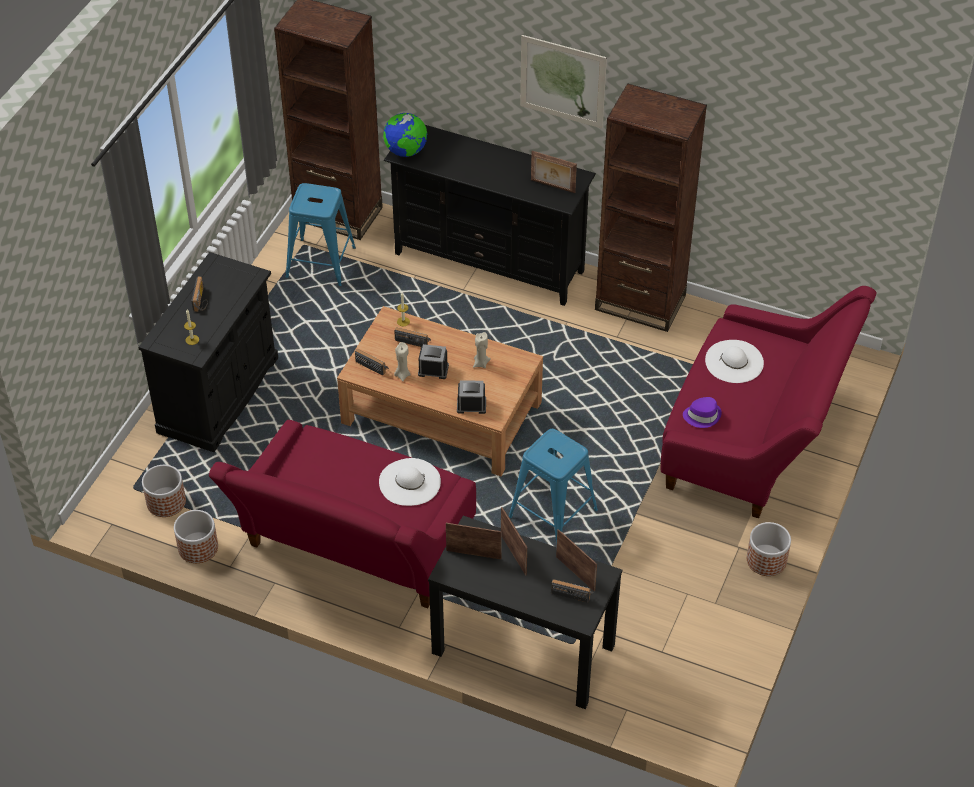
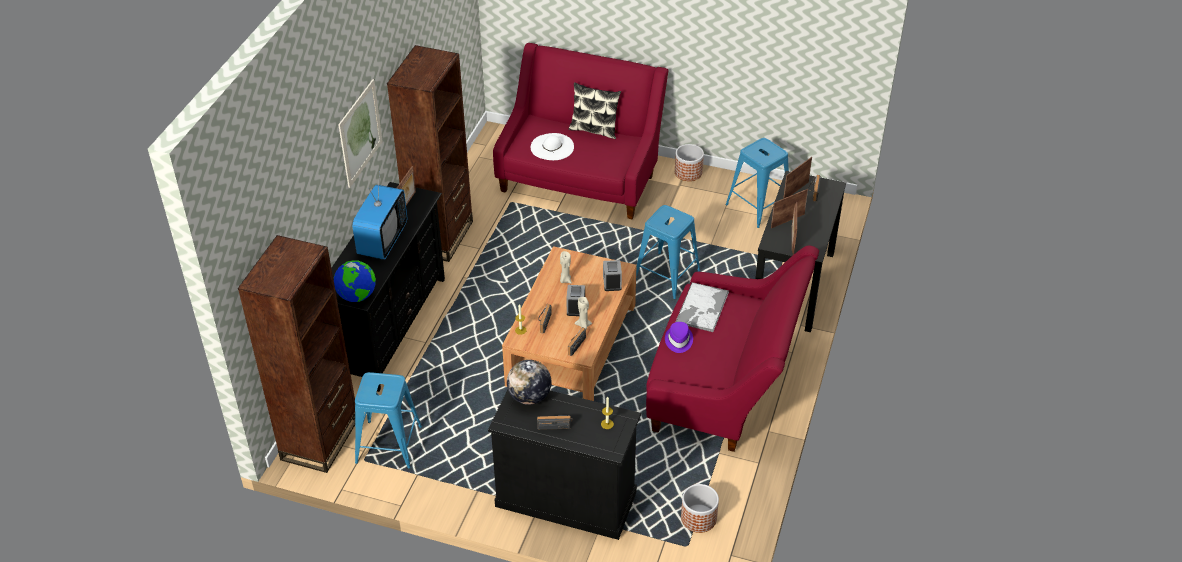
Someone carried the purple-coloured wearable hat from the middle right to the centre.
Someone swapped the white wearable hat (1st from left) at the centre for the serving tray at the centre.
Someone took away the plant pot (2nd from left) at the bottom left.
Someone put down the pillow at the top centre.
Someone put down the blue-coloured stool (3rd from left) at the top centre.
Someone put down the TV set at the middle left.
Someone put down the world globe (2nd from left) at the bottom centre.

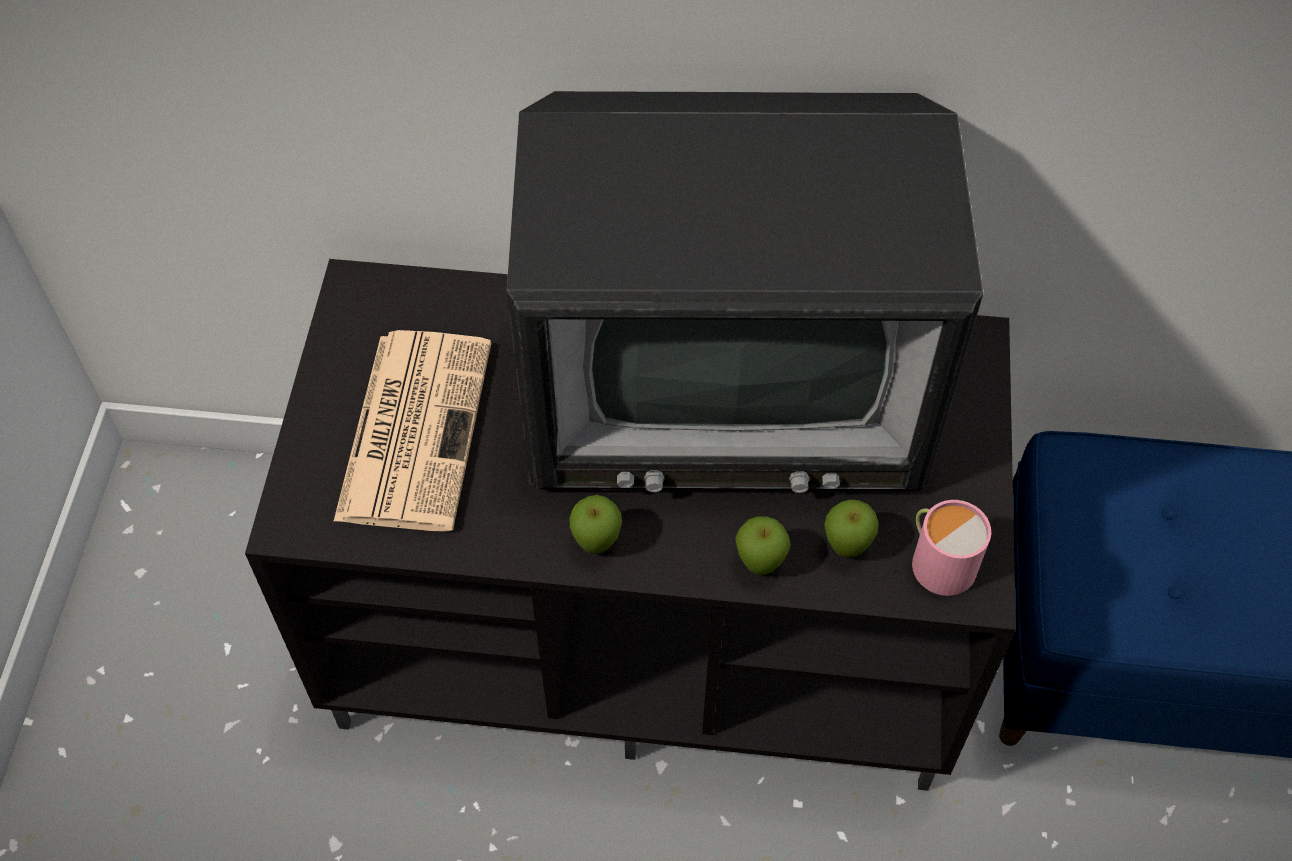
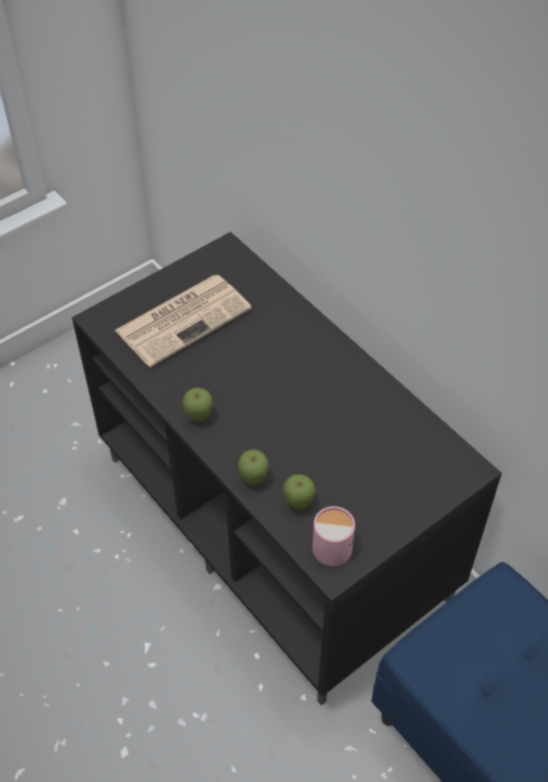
Someone took away the TV set at the centre.

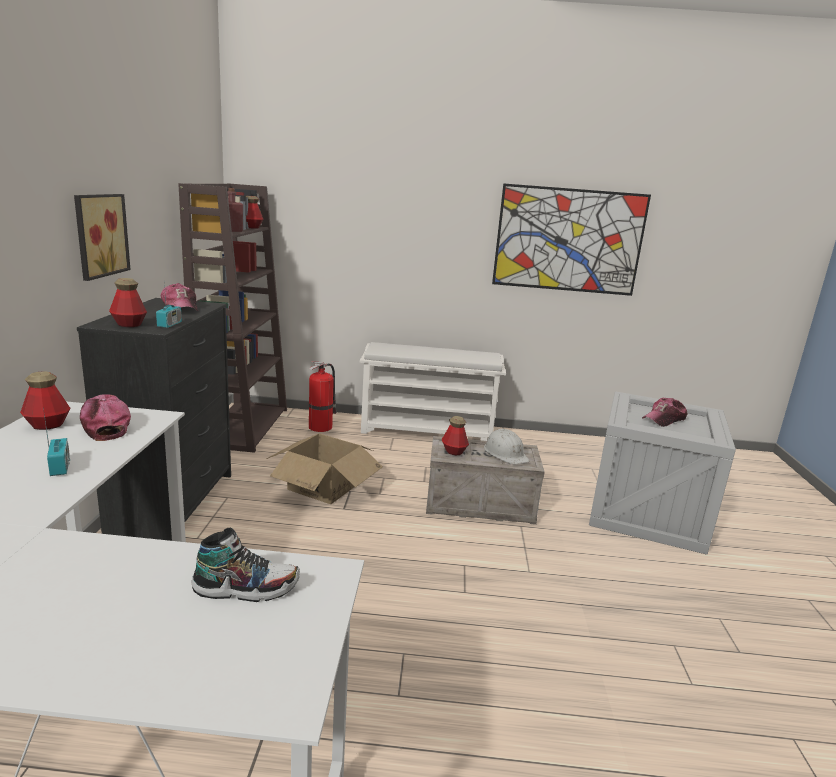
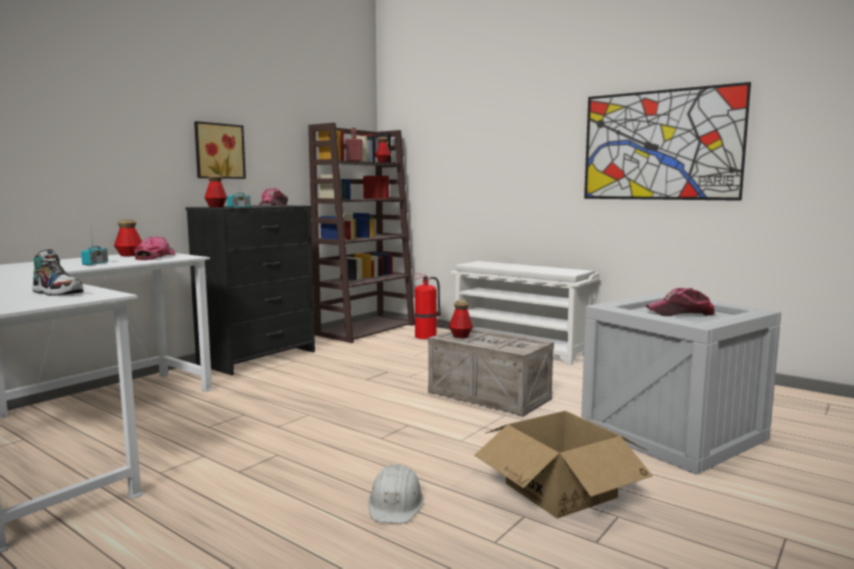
Someone carried the white hard hat from the centre to the bottom centre.
Someone carried the cardboard box from the centre to the bottom centre.

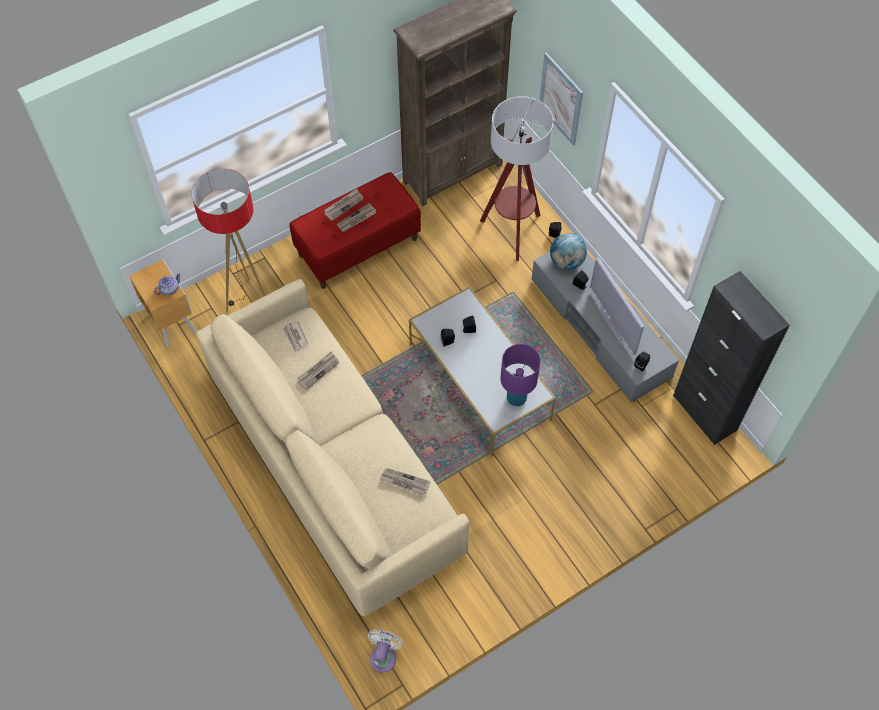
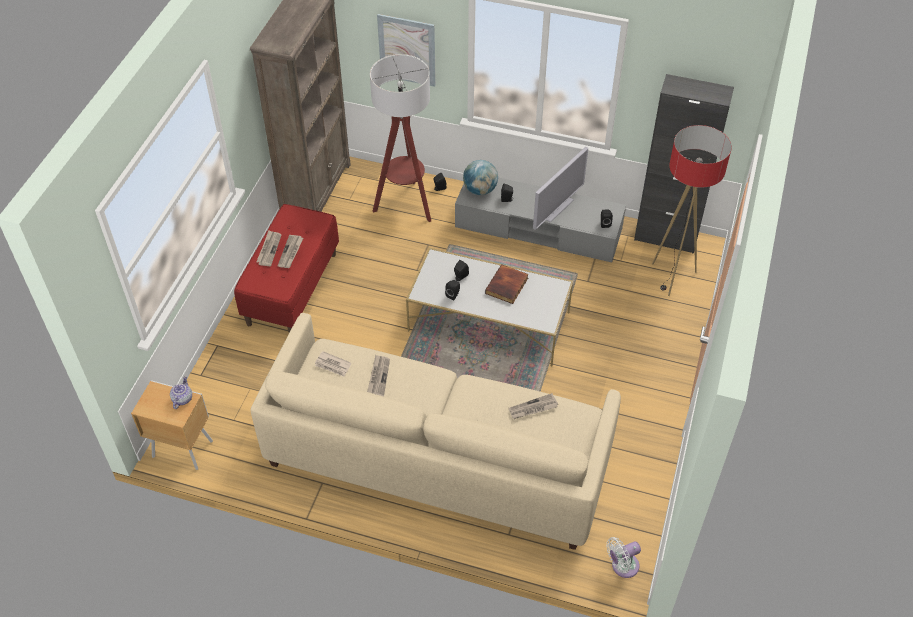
Someone carried the standard lamp (1st from left in the first image) from the middle left to the middle right.
Someone rotated the TV set at the middle right by 75 degrees counterclockwise.
Someone took away the purple-coloured lamp for a table at the centre.
Someone rotated the white cooling fan at the bottom centre by 90 degrees counterclockwise.
Someone put down the volume at the centre.

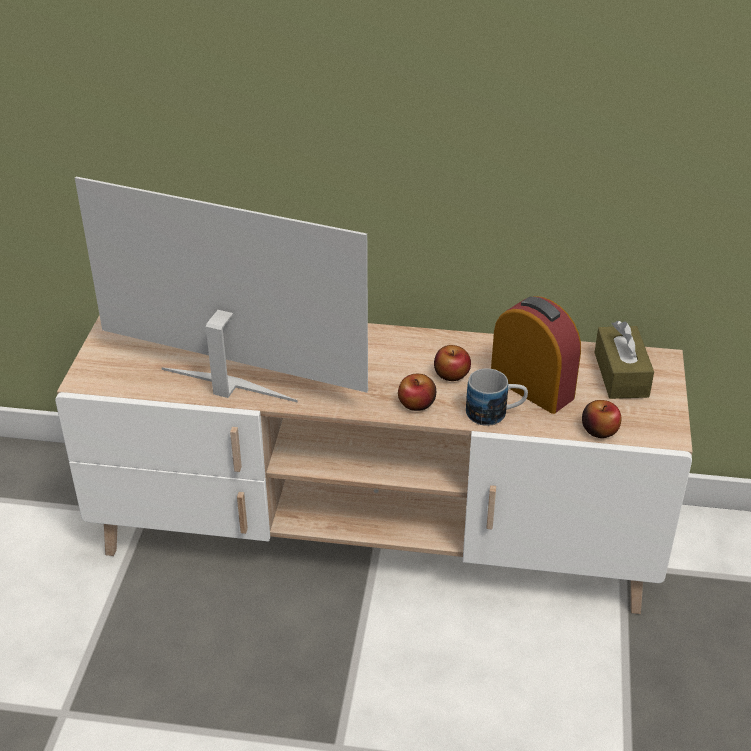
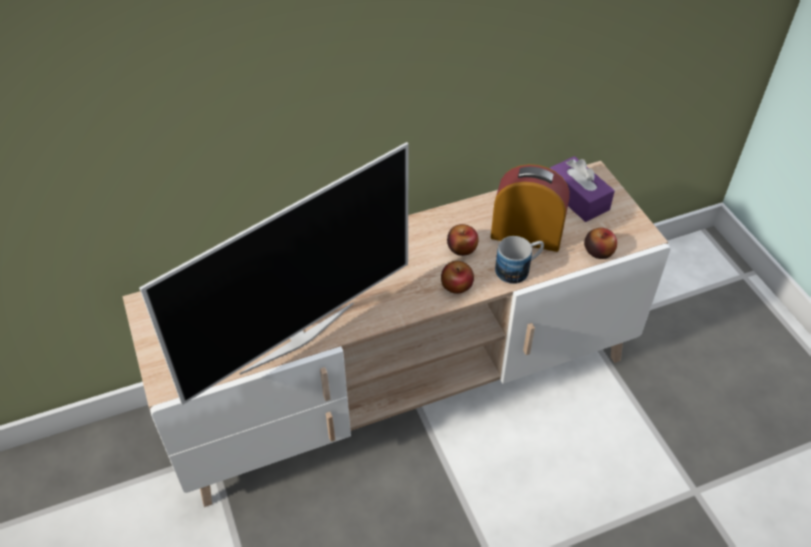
Someone rotated the TV set at the middle left by 150 degrees clockwise.
Someone repainted the brown box of tissues at the middle right, which became the purple-coloured box of tissues at the middle right.

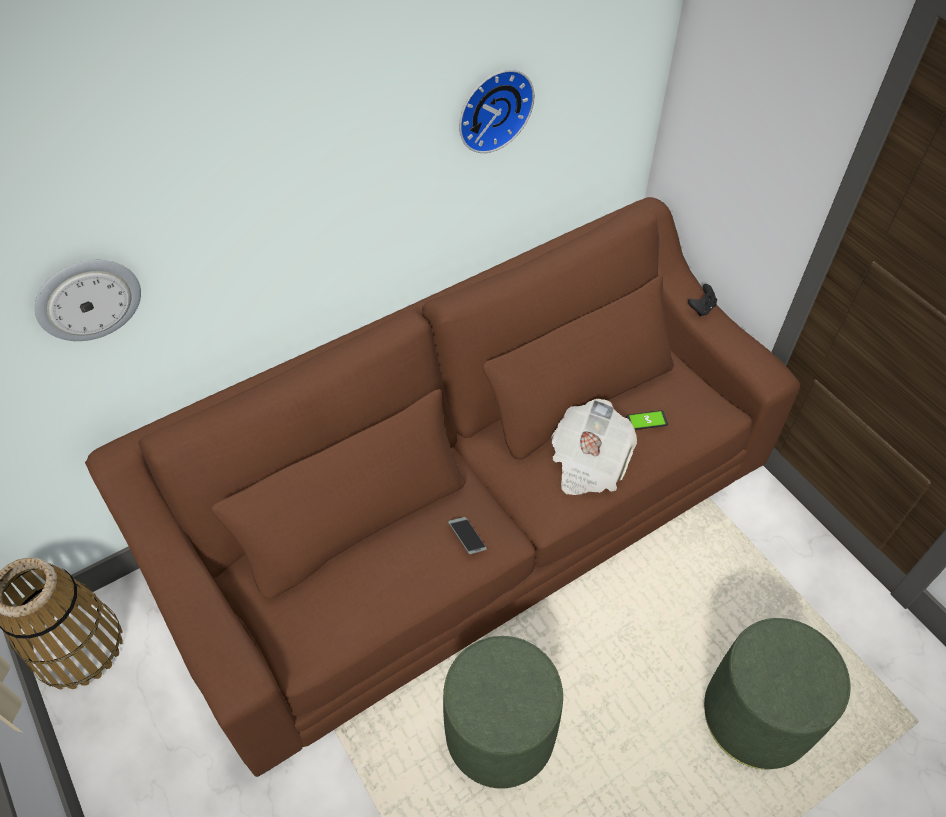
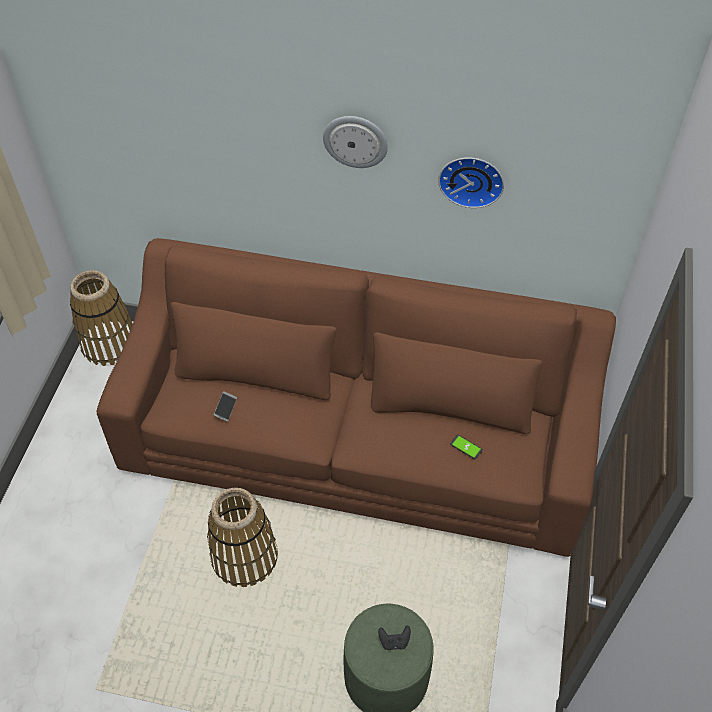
Someone carried the hanging clock (1st from left) from the middle left to the top centre.
Someone carried the black-coloured joypad from the middle right to the bottom centre.
Someone took away the daily paper at the centre.
Someone carried the handset (1st from left) from the centre to the middle left.
Someone swapped the green ottoman (1st from left) at the bottom centre for the storage basket (2nd from left) at the bottom centre.

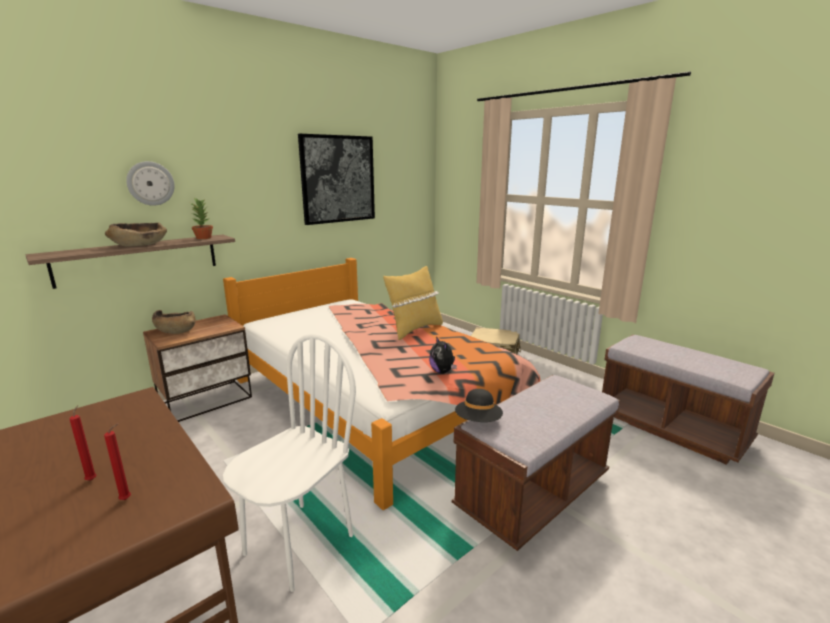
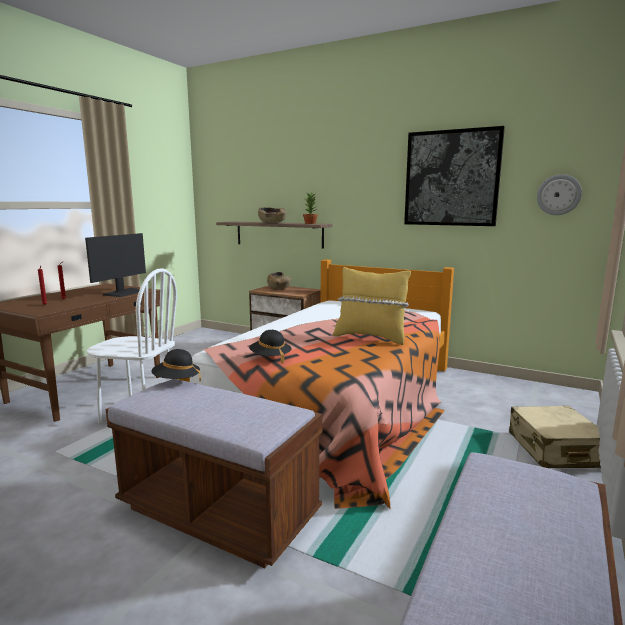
Someone carried the hanging clock from the top left to the top right.
Someone swapped the soft toy at the centre for the black-coloured wearable hat (2nd from left) at the centre.
Someone put down the computer screen at the middle left.

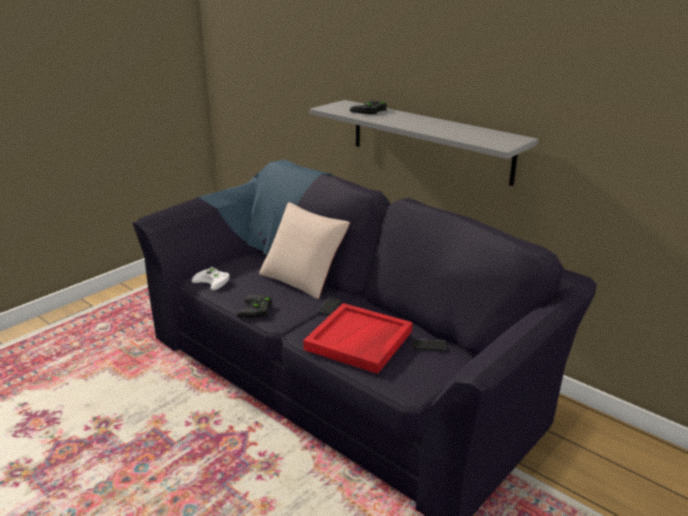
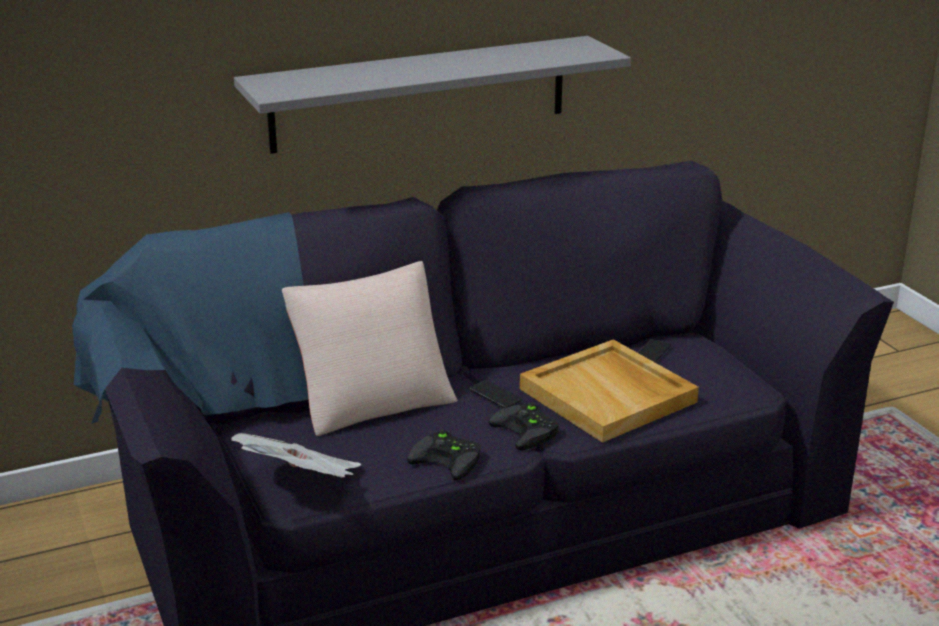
Someone carried the black-coloured joypad (2nd from left) from the top centre to the bottom centre.
Someone swapped the white joypad at the middle left for the daily paper at the bottom left.
Someone repainted the red-coloured serving tray at the centre, which became the beige-coloured serving tray at the centre.

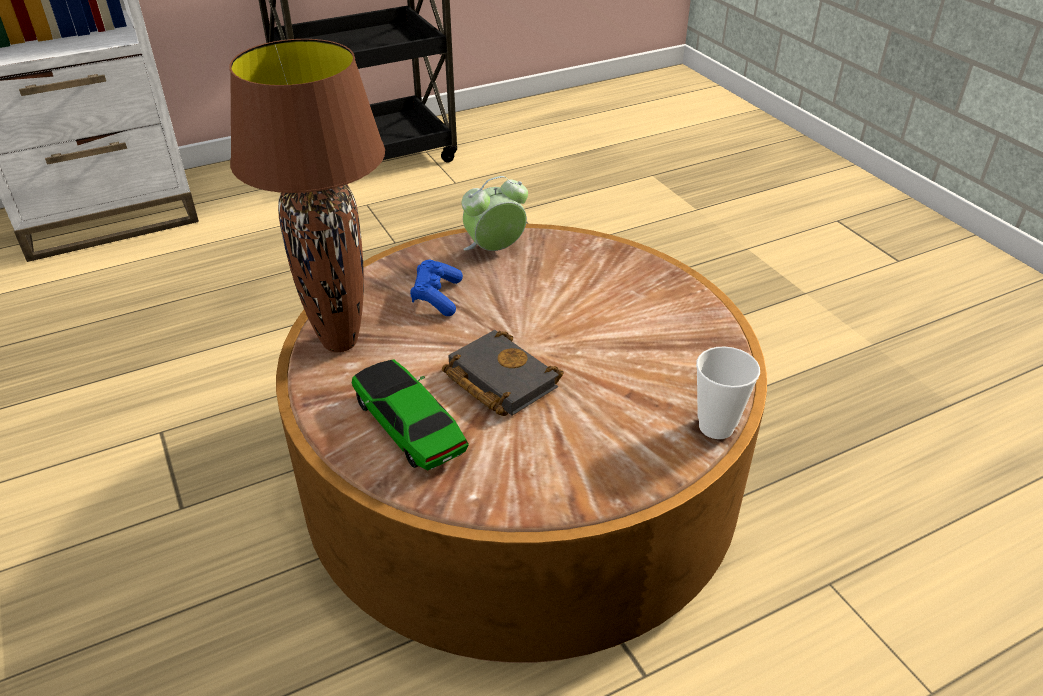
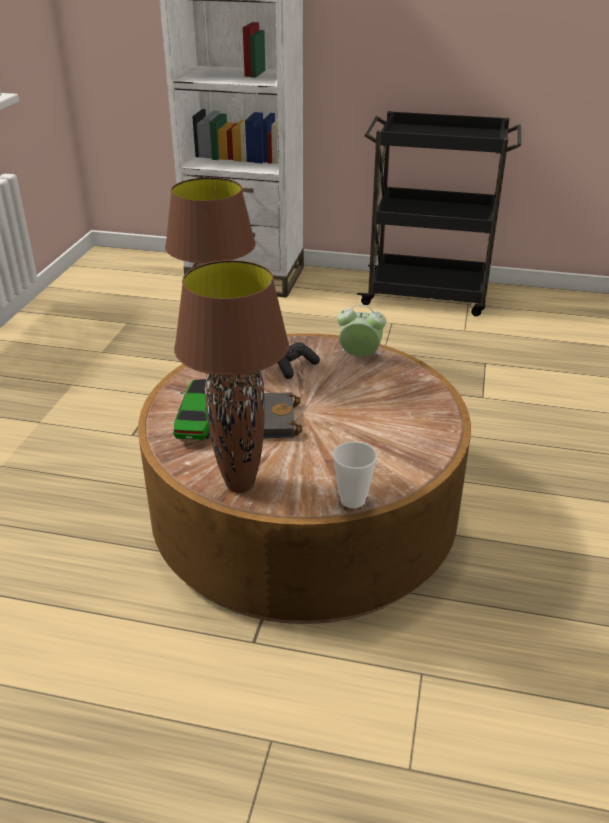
Someone repainted the blue-coloured joypad at the centre, which became the black-coloured joypad at the centre.
Someone put down the brown lamp for a table (2nd from left) at the centre.

